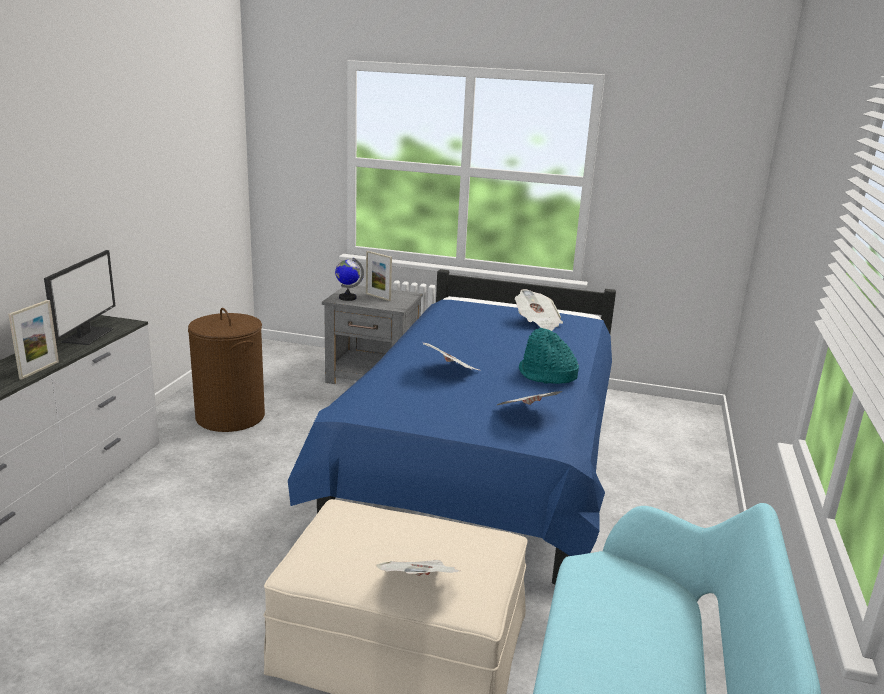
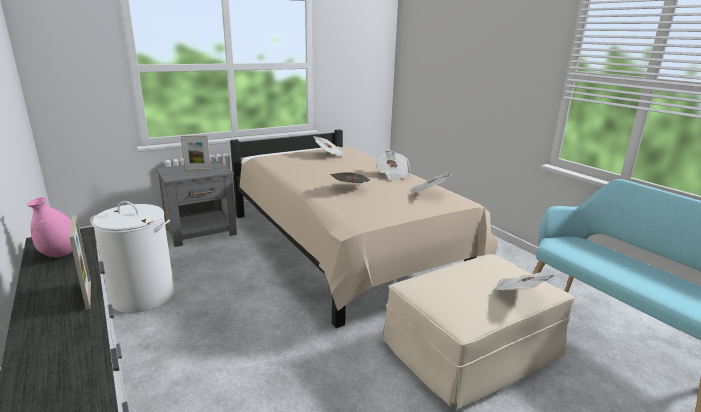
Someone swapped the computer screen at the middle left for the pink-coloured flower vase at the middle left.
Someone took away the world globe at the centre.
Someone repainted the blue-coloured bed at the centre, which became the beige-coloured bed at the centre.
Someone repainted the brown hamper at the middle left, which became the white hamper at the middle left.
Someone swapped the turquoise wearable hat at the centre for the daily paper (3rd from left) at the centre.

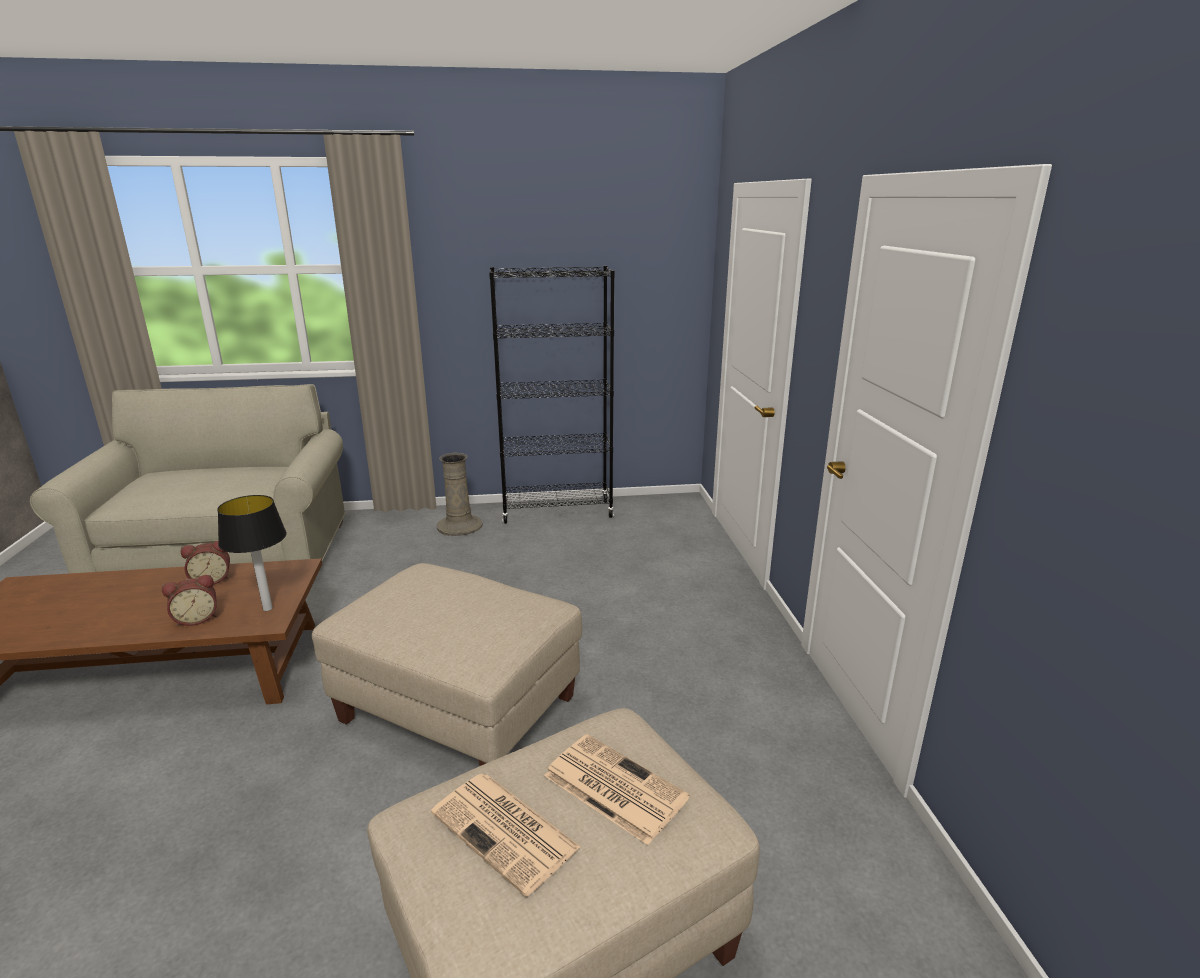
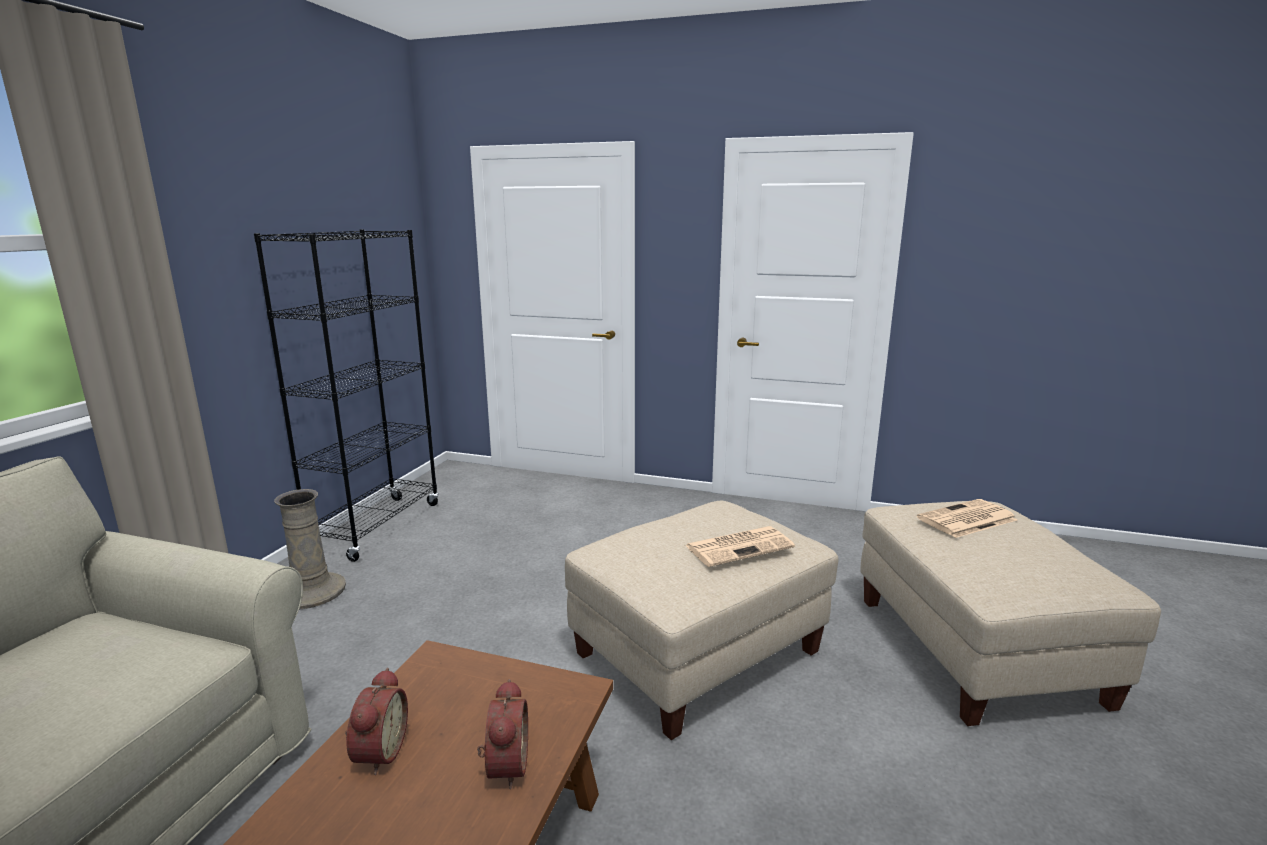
Someone took away the lamp for a table at the middle left.
Someone carried the daily paper (1st from left) from the bottom centre to the centre.

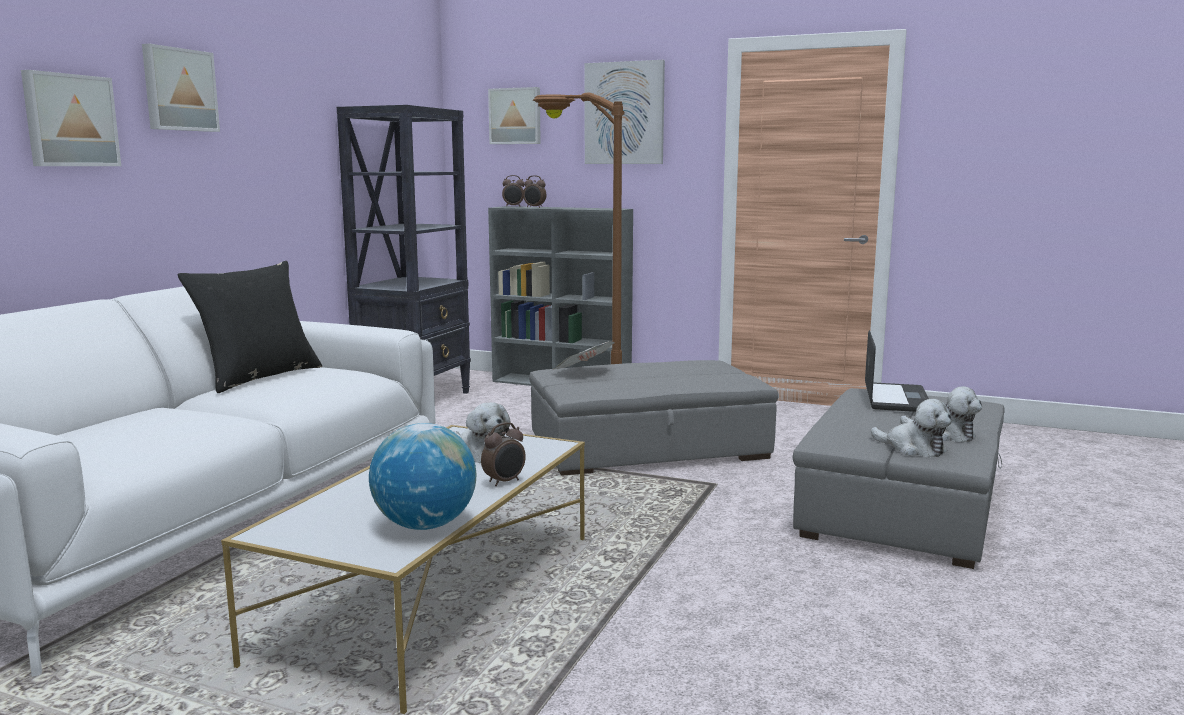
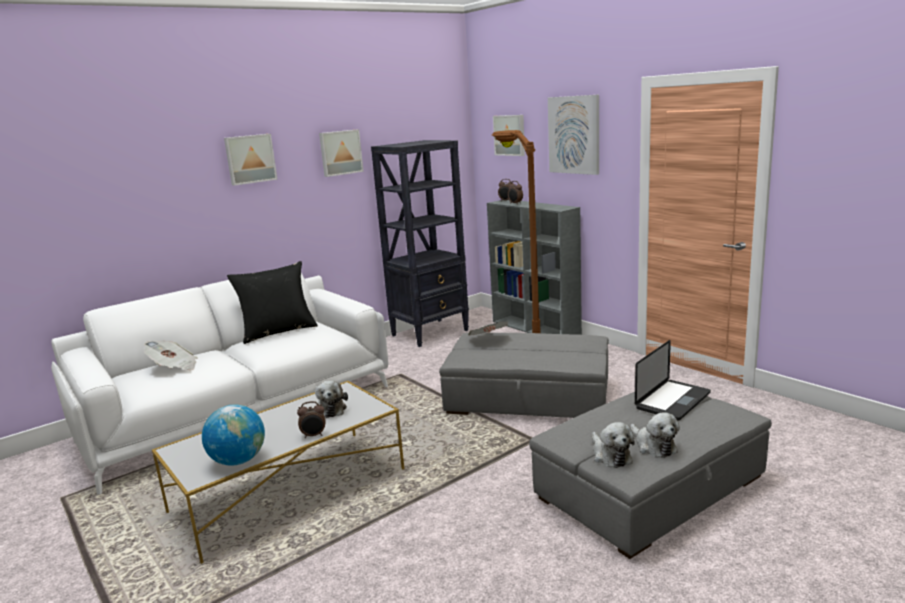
Someone carried the wall art (1st from left in the first image) from the top left to the top centre.
Someone put down the daily paper (1st from left) at the middle left.

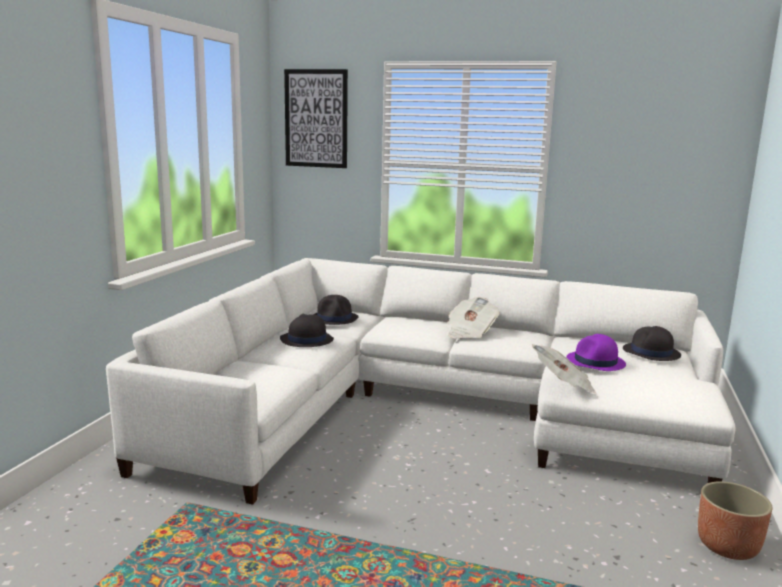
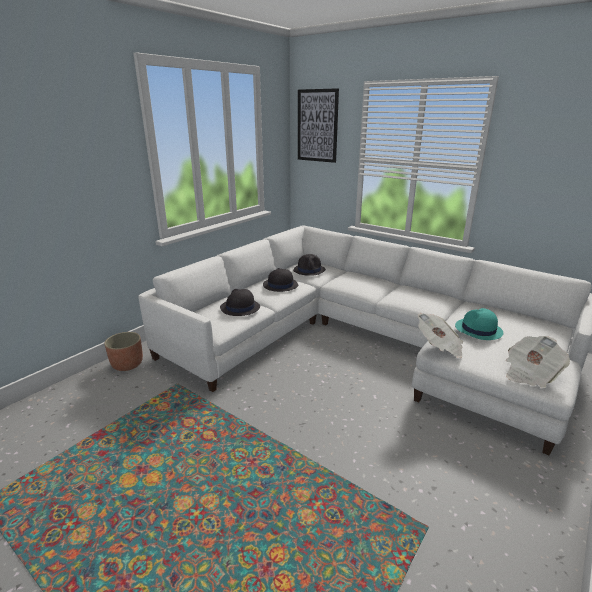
Someone carried the daily paper (1st from left in the first image) from the centre to the middle right.
Someone carried the black-coloured wearable hat (3rd from left in the first image) from the middle right to the centre.
Someone repainted the purple-coloured wearable hat at the middle right, which became the turquoise wearable hat at the middle right.
Someone carried the plant pot from the bottom right to the middle left.

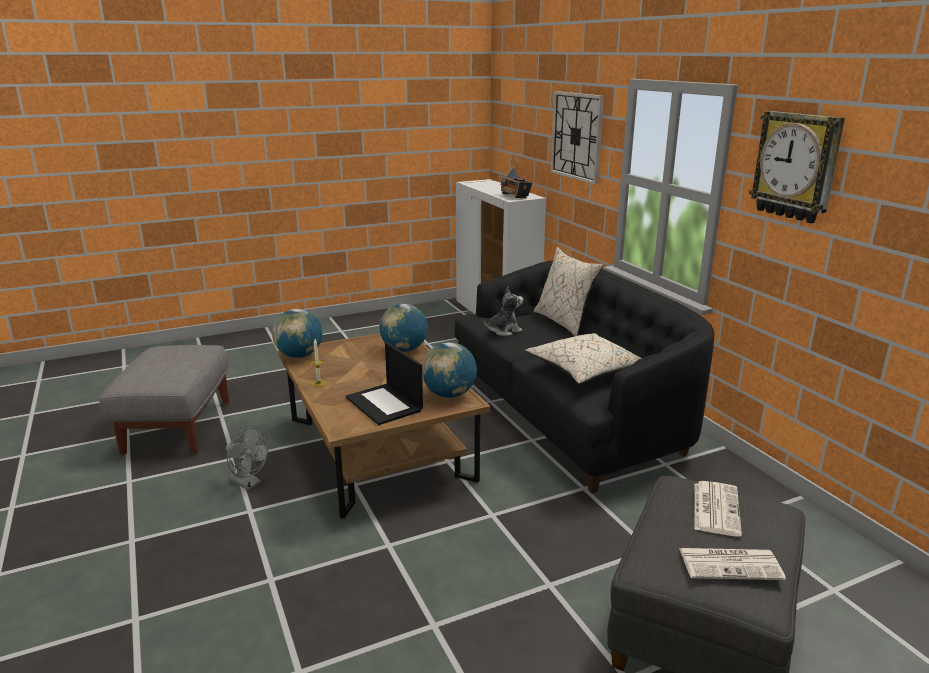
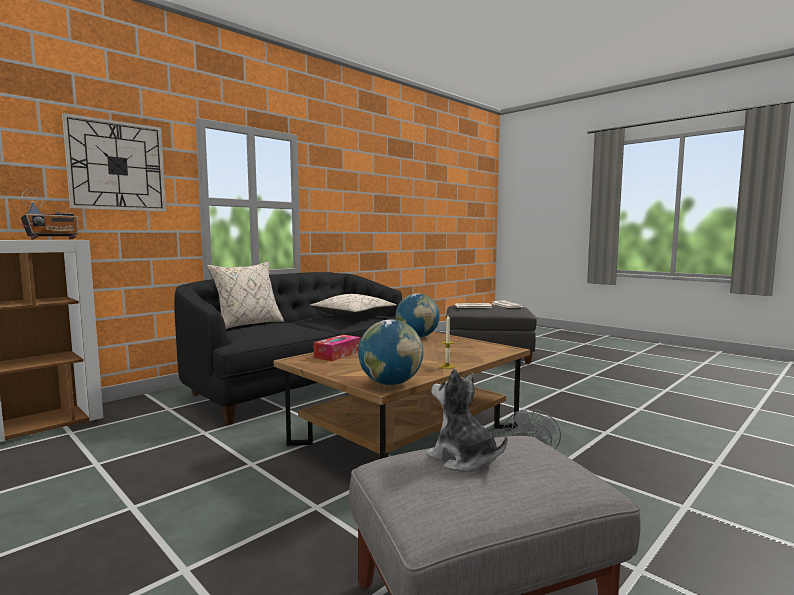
Someone took away the hanging clock (2nd from left) at the top right.
Someone carried the soft toy from the centre to the bottom centre.
Someone swapped the world globe (2nd from left) at the centre for the box of tissues at the centre.
Someone took away the notebook computer at the centre.

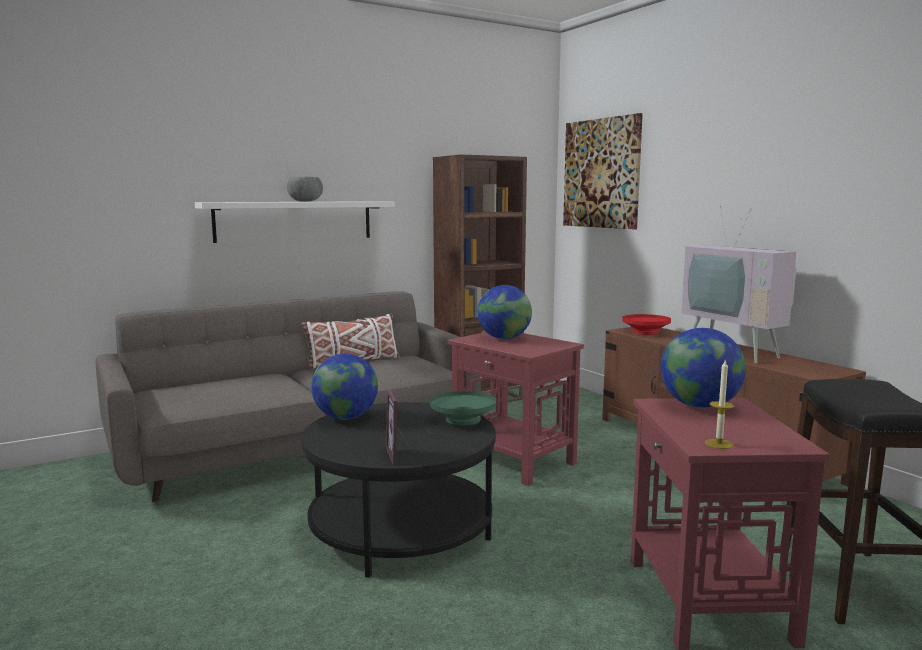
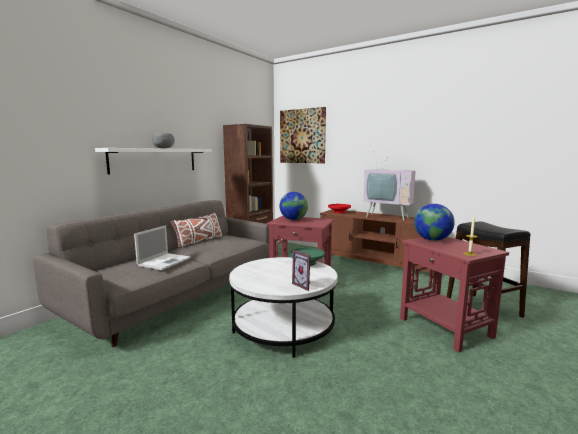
Someone took away the world globe (1st from left) at the centre.
Someone repainted the black-coloured coffee table at the bottom centre, which became the white coffee table at the bottom centre.
Someone put down the notebook computer at the middle left.

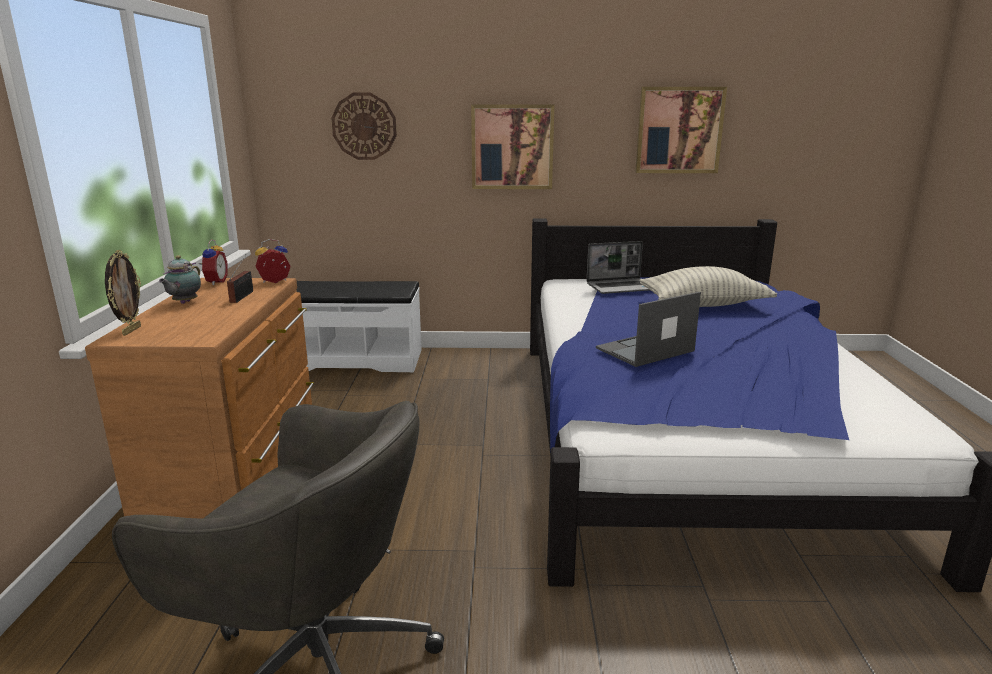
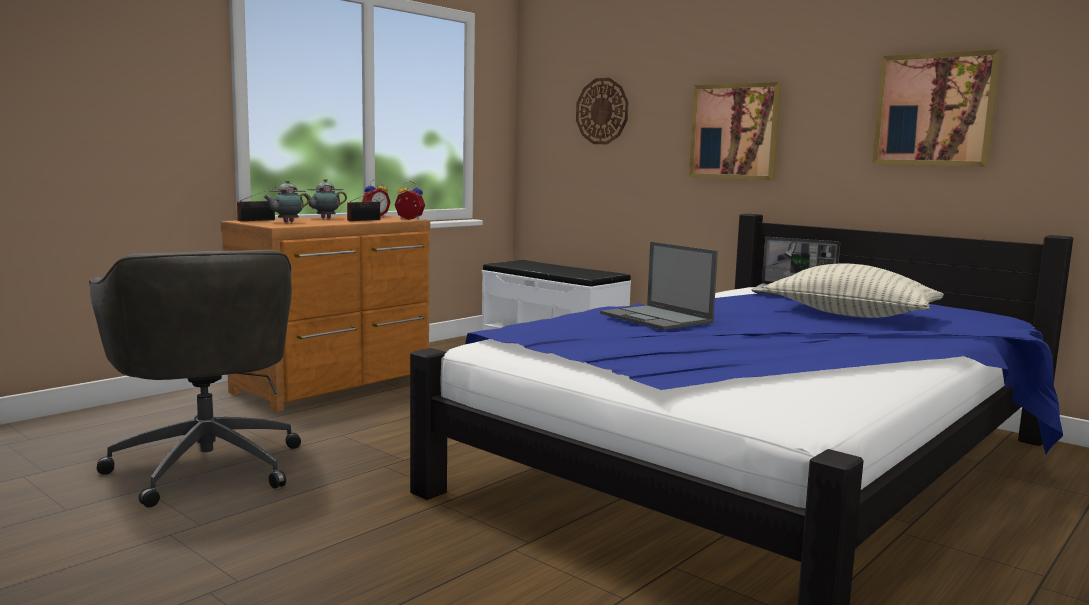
Someone swapped the picture frame at the middle left for the radio receiver (1st from left) at the middle left.
Someone rotated the notebook computer (2nd from left in the first image) at the centre by 135 degrees counterclockwise.
Someone put down the tea pot (1st from left) at the top left.

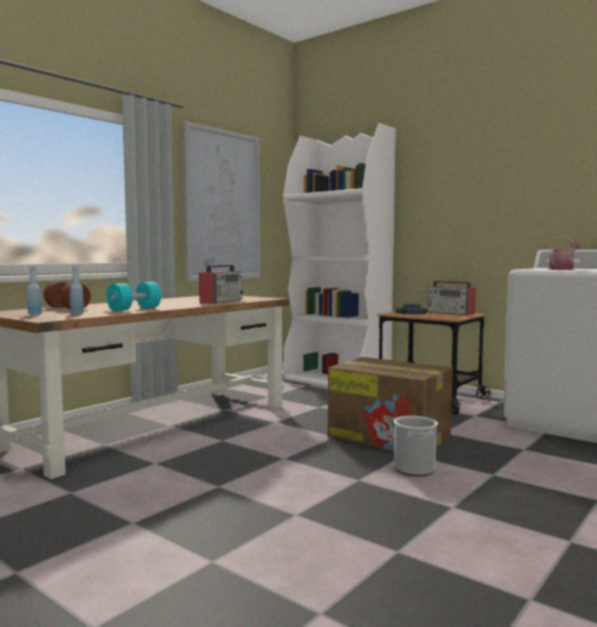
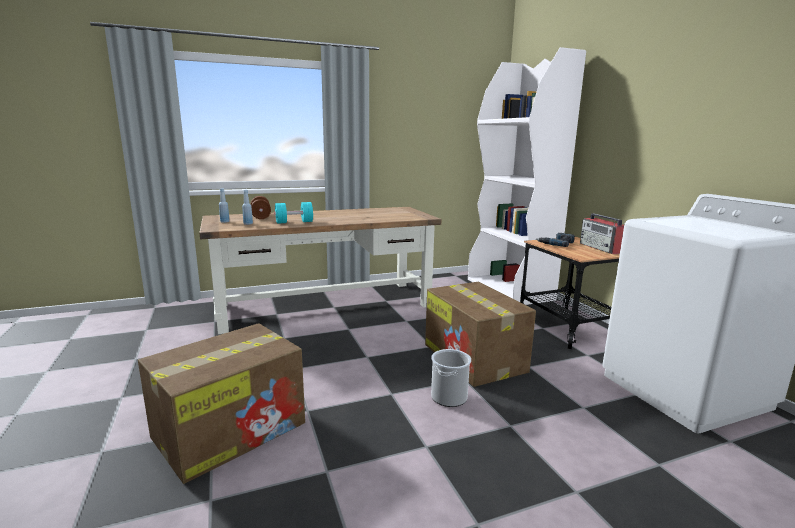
Someone took away the wall art at the top centre.
Someone took away the sprinkling can at the middle right.
Someone took away the radio receiver (1st from left) at the centre.
Someone put down the cardboard box (1st from left) at the bottom left.

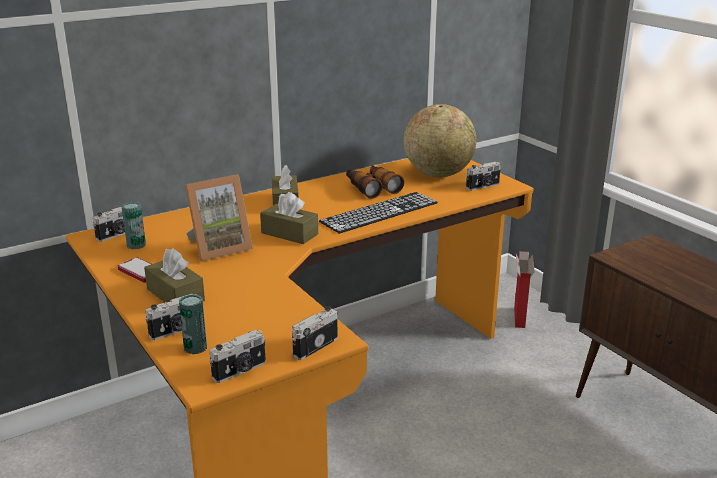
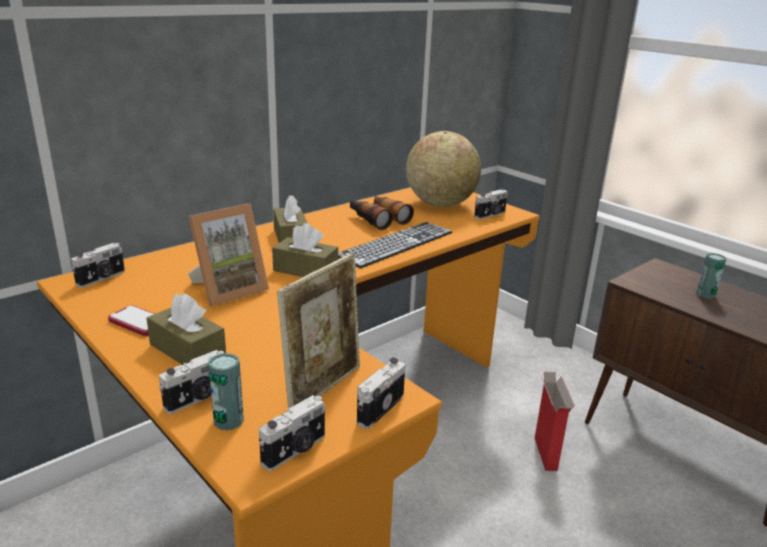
Someone carried the metal can (1st from left in the first image) from the middle left to the middle right.
Someone carried the cardboard box from the middle right to the bottom right.
Someone put down the picture frame (2nd from left) at the centre.

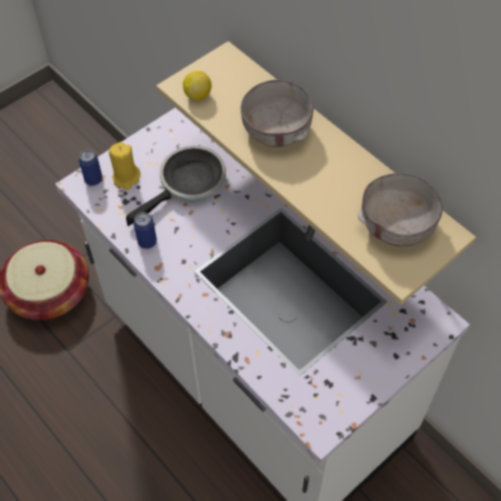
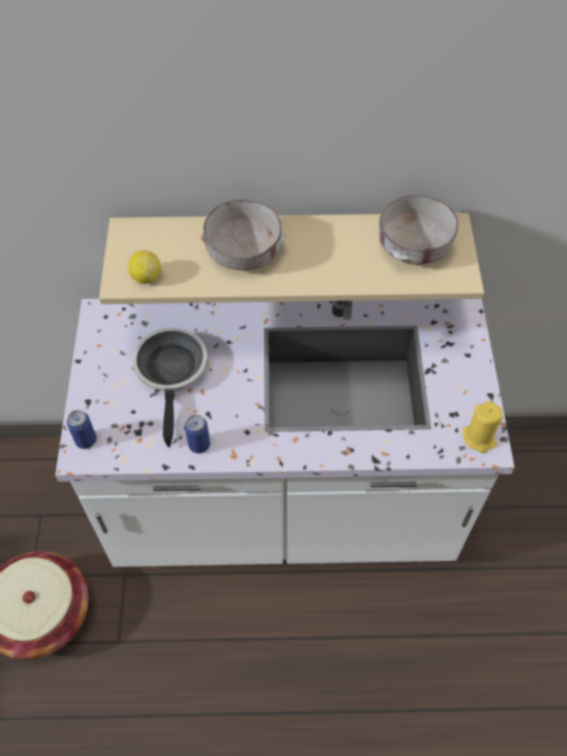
Someone carried the yellowish wax candle from the top left to the middle right.

